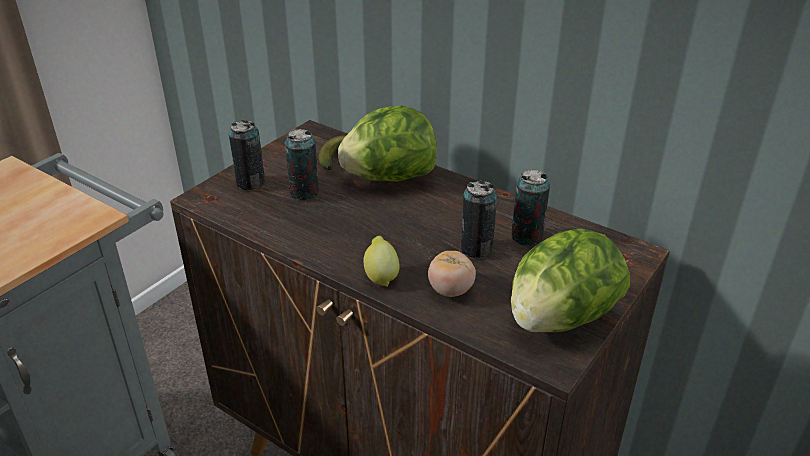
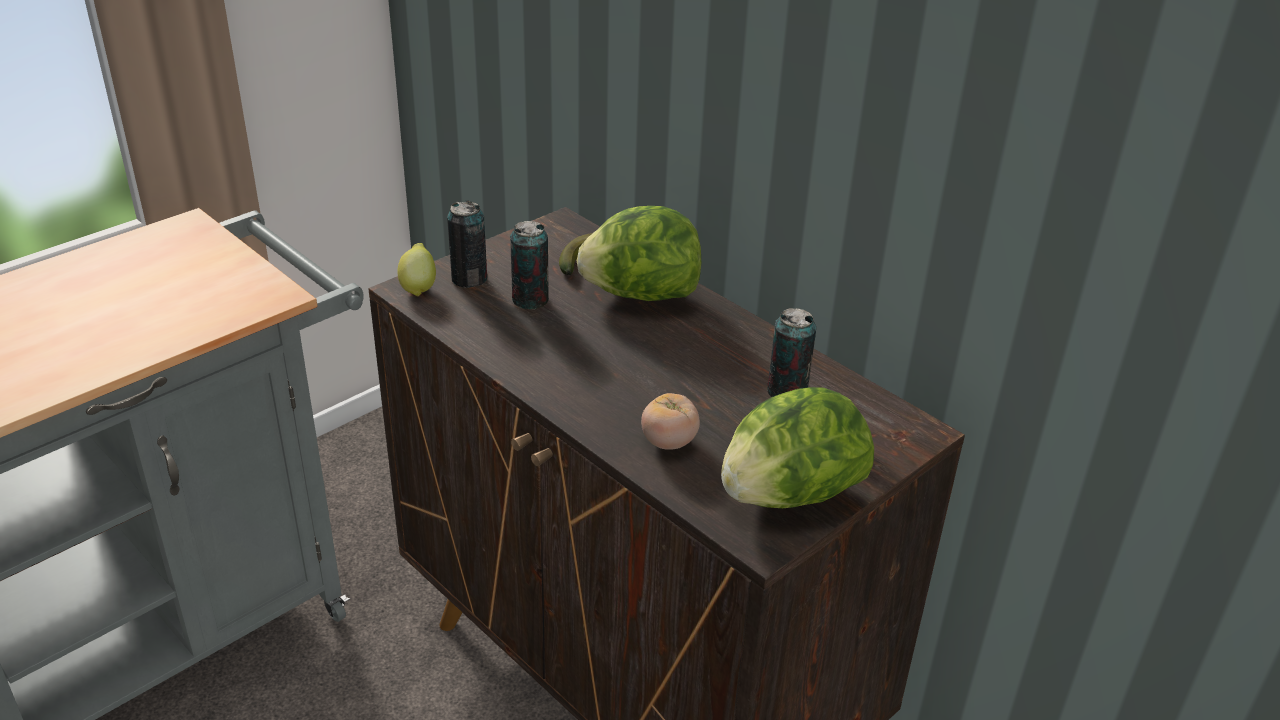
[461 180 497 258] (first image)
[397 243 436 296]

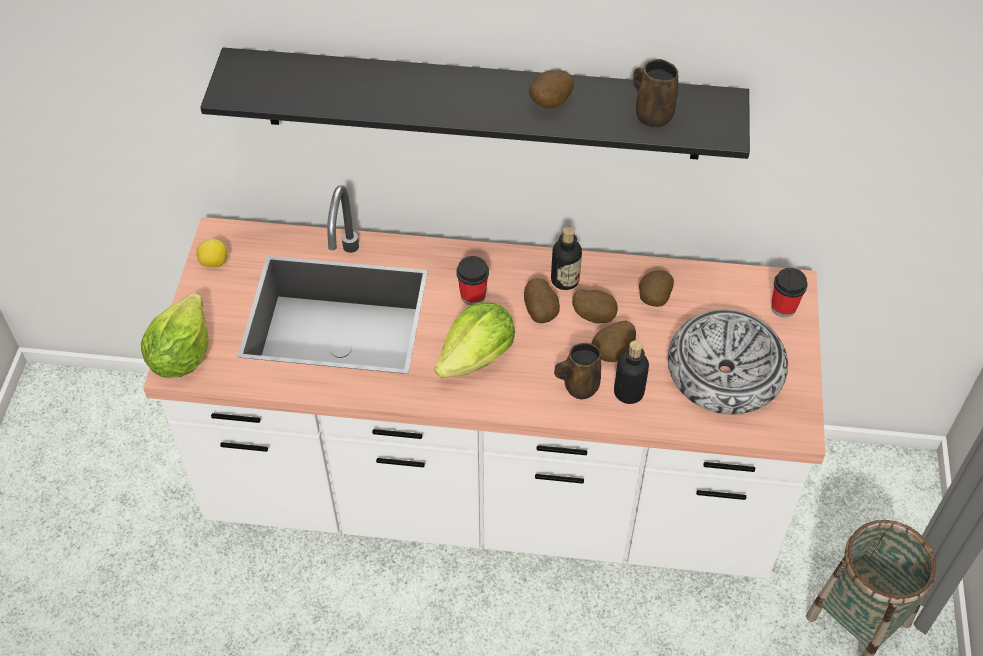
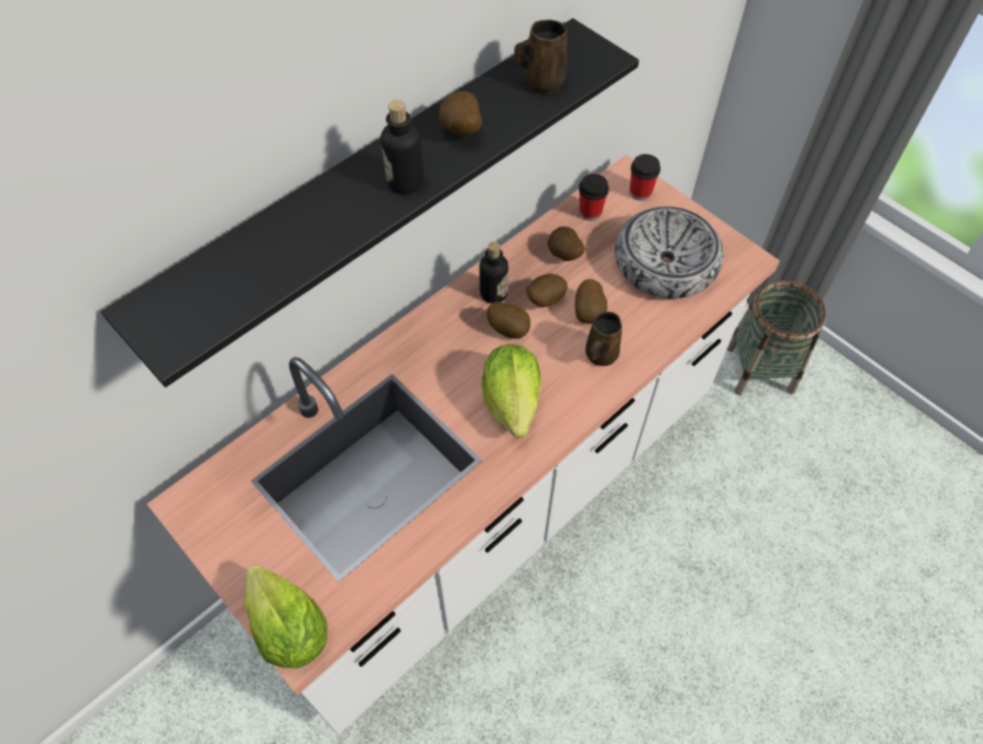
[196 239 227 268] (first image)
[579 174 609 221]
[381 100 424 194]

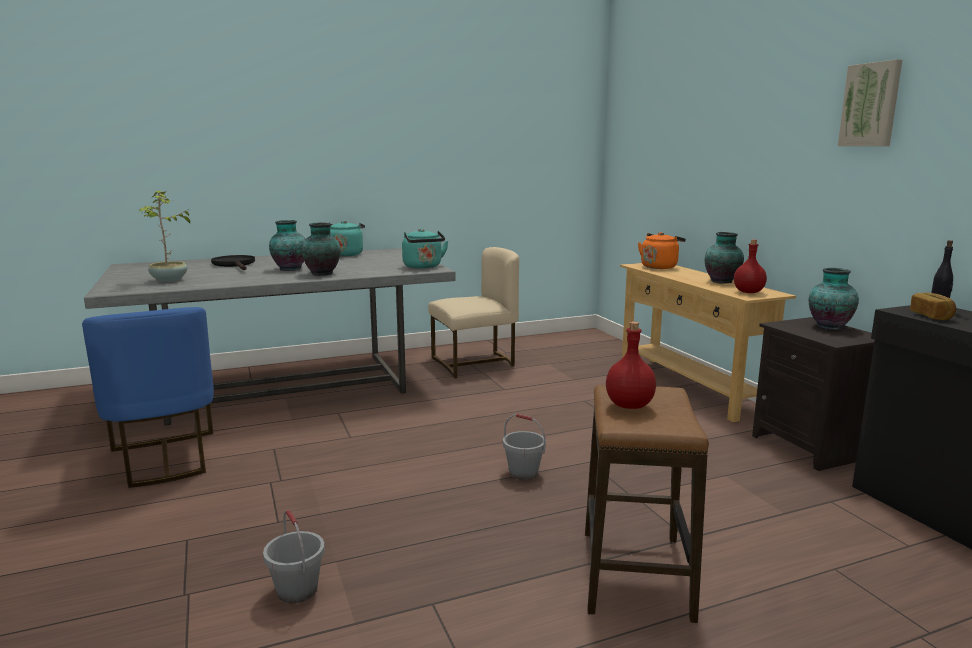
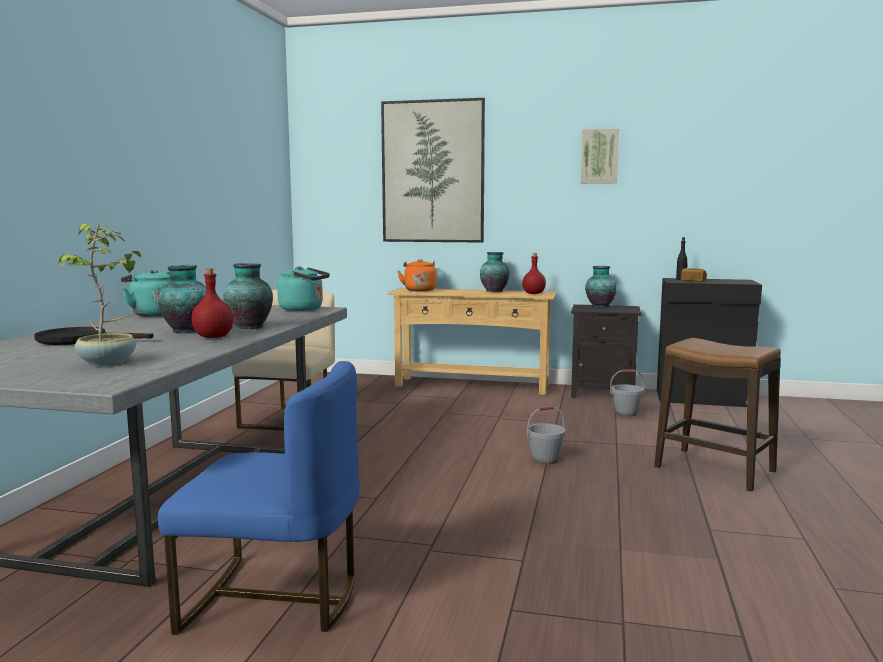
[191 268 234 338]
[610 370 645 417]
[381 98 485 243]

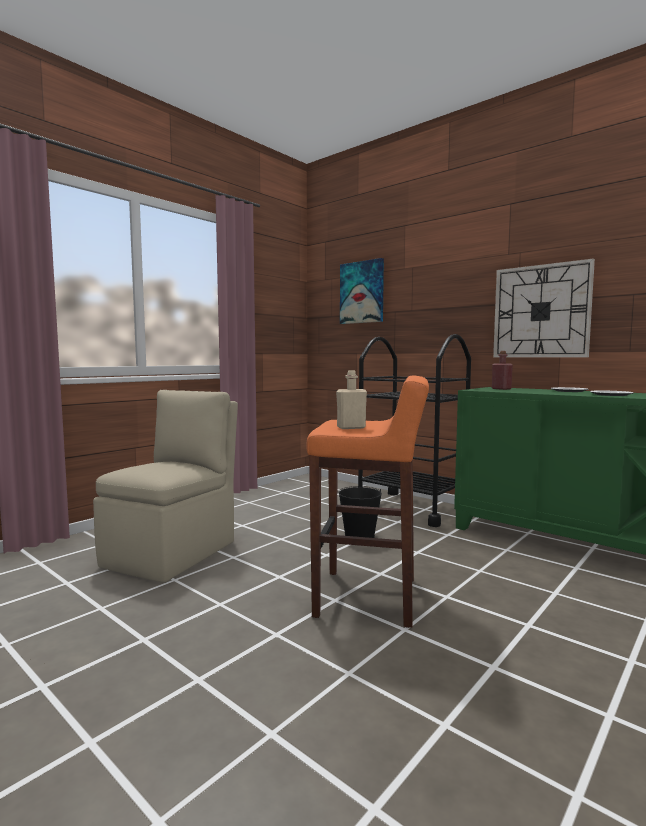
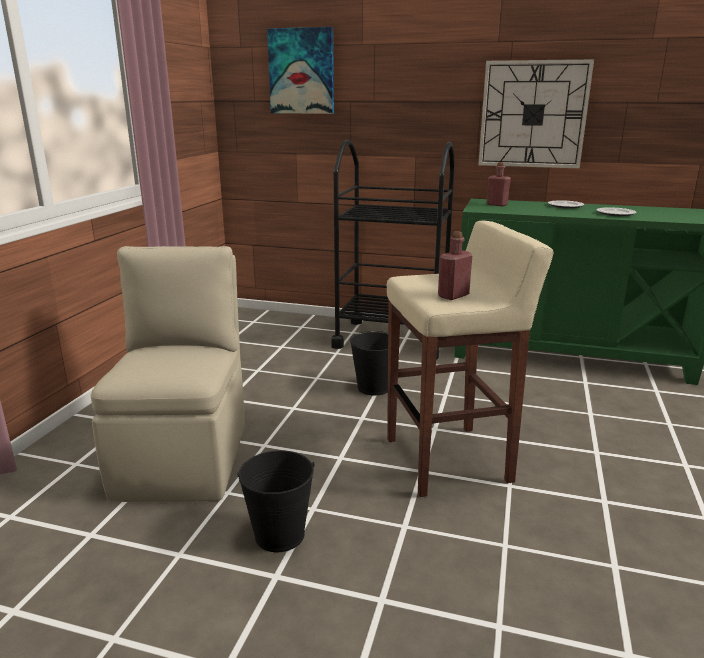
[438 231 472 300]
[387 221 553 497]
[237 450 315 552]

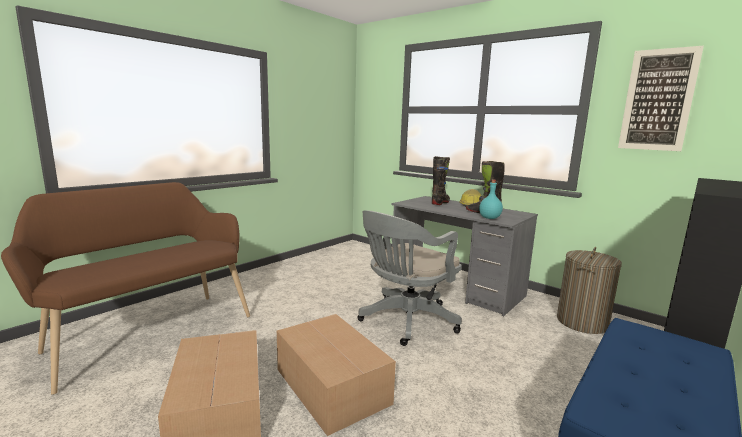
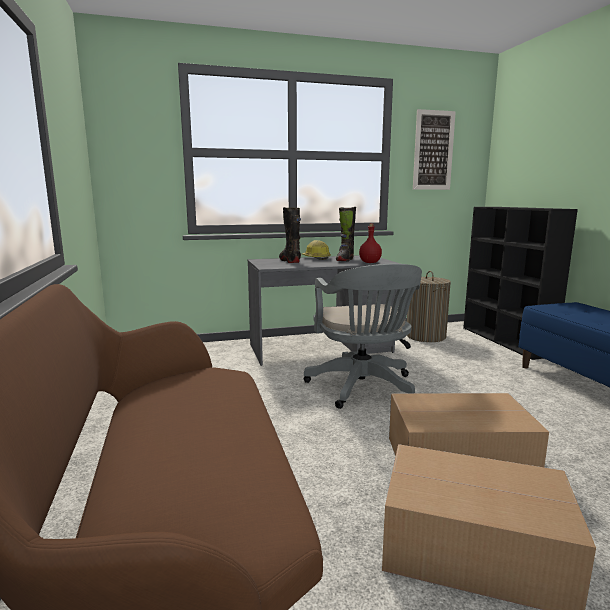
[359 223 382 263]

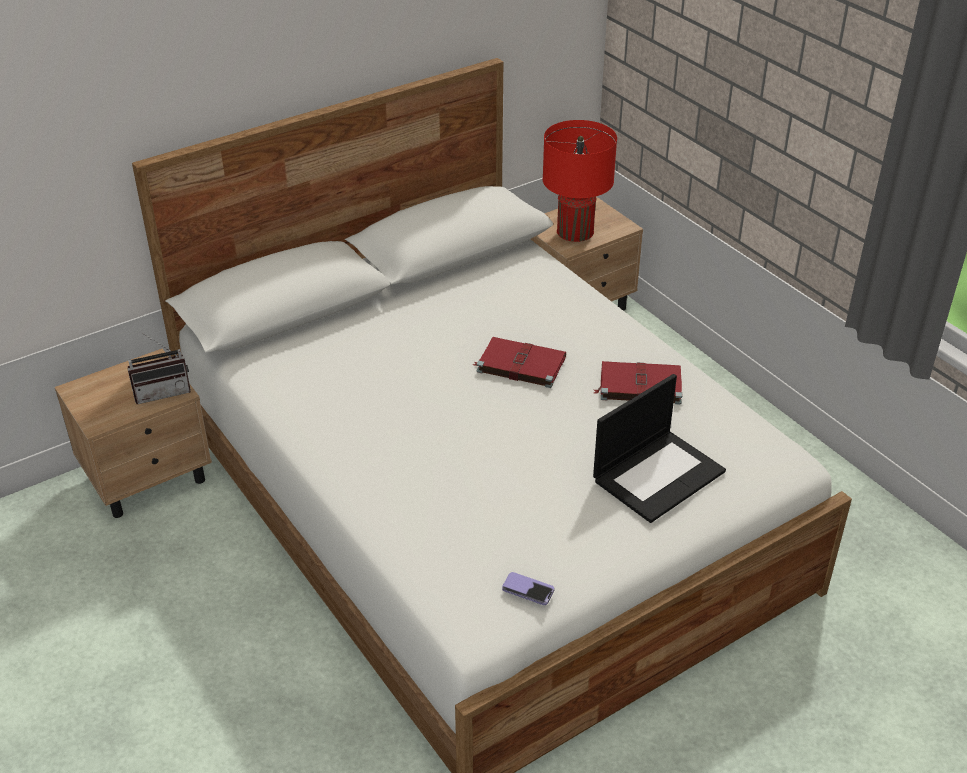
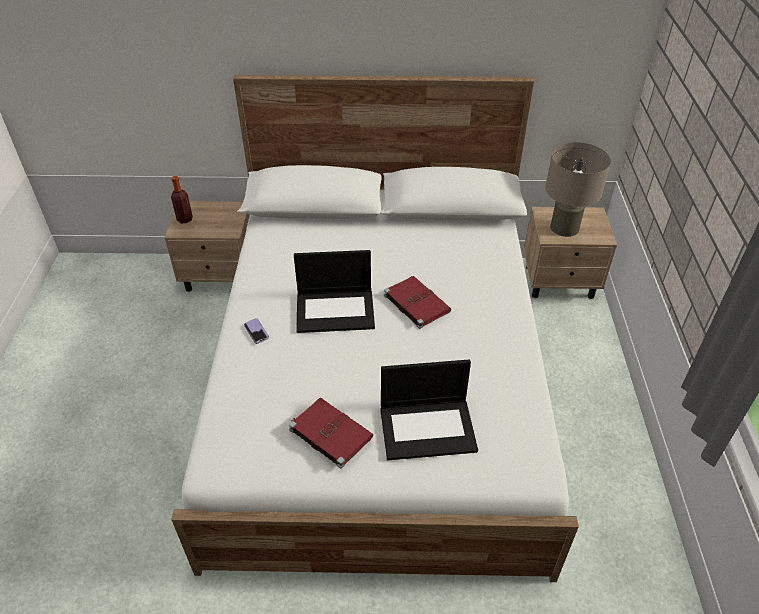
[545 142 611 237]
[127 335 191 404] (first image)
[289 397 373 469]
[244 318 269 344]
[171 176 193 223]
[294 250 375 333]

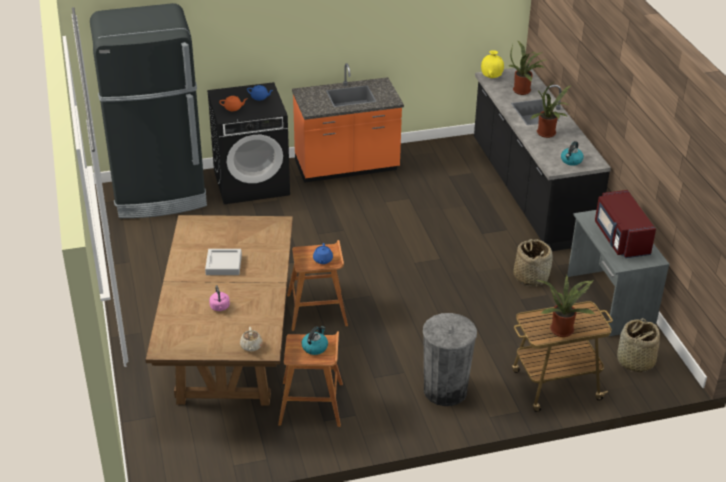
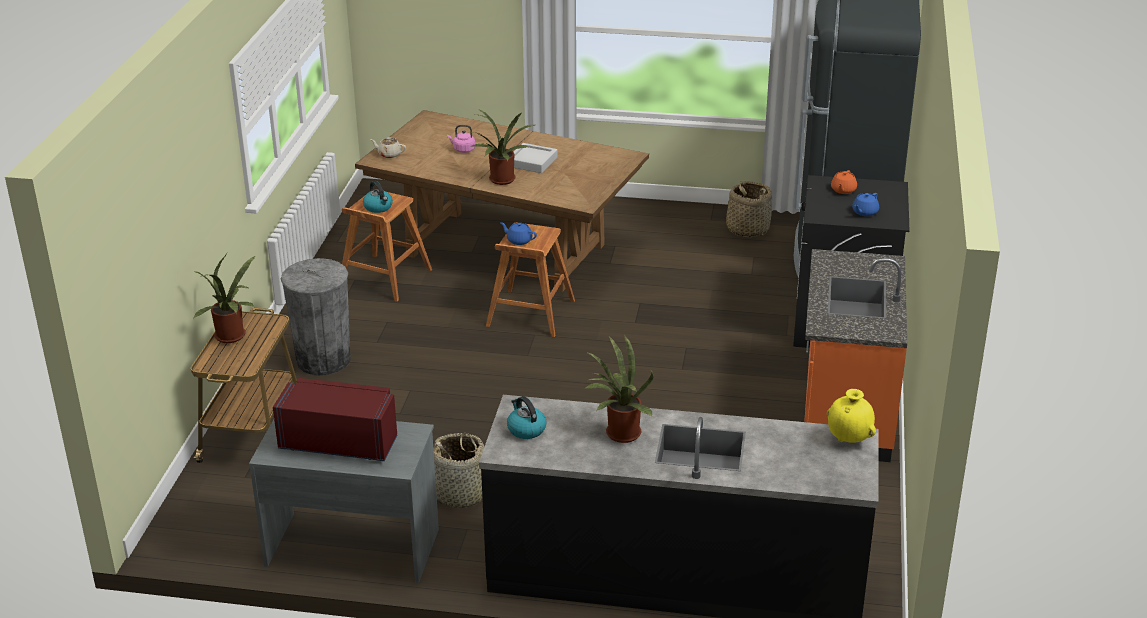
[471 110 535 185]
[726 181 772 237]

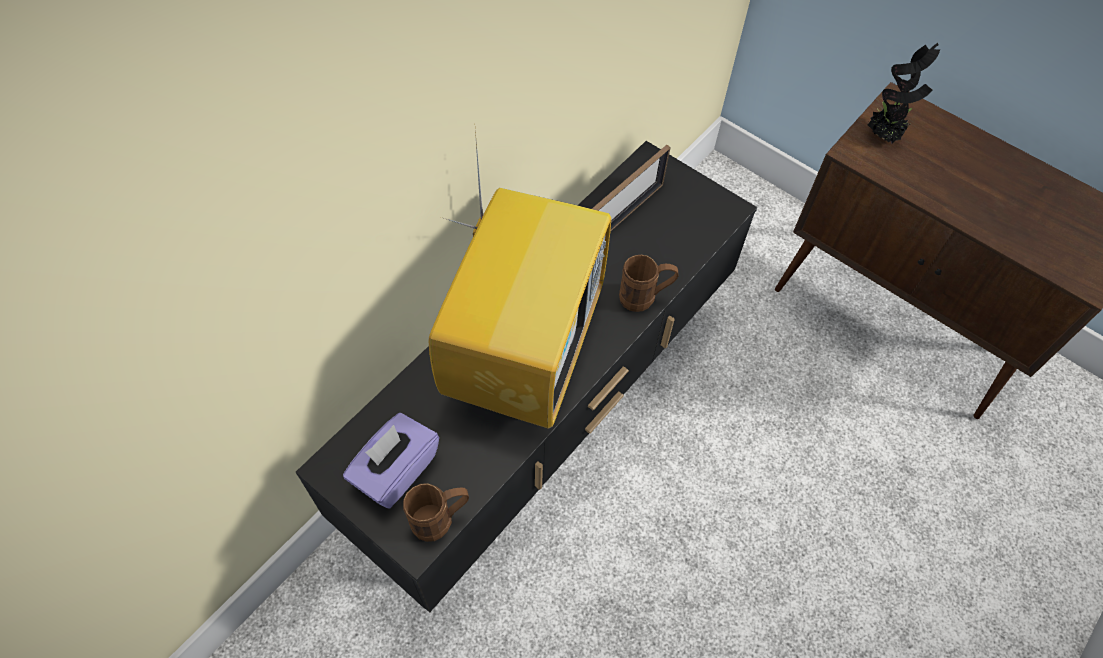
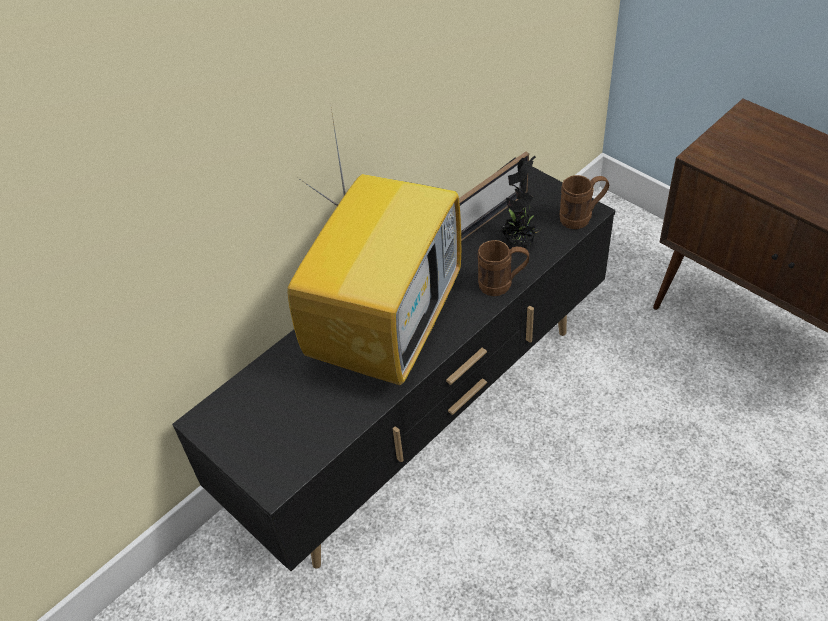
[501 156 540 248]
[343 413 439 508] (first image)
[560 175 609 229]

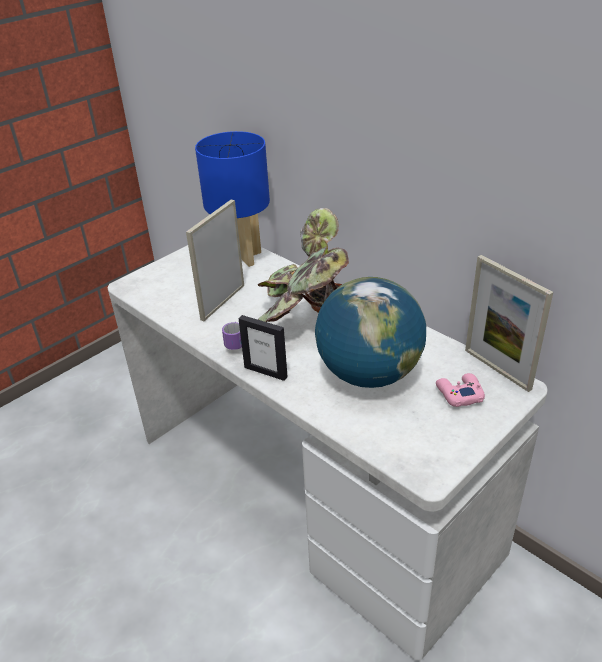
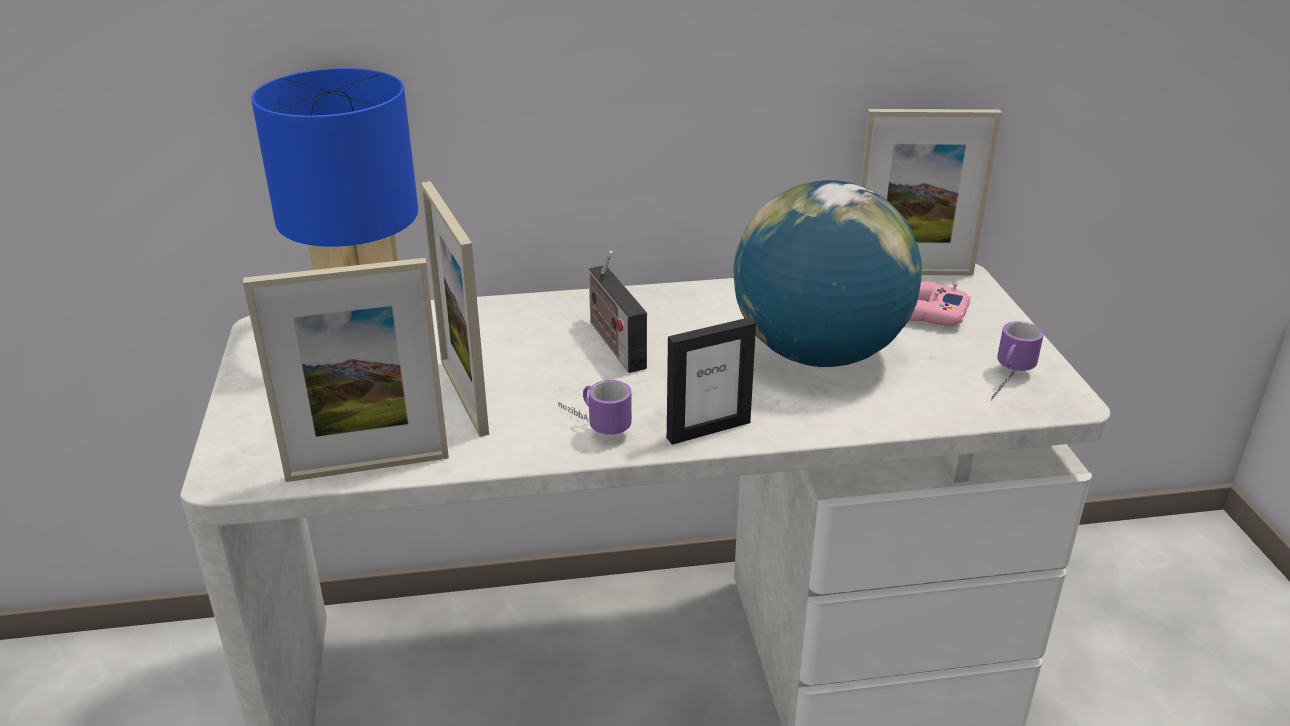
[589 251 647 373]
[243 258 449 482]
[991 321 1044 401]

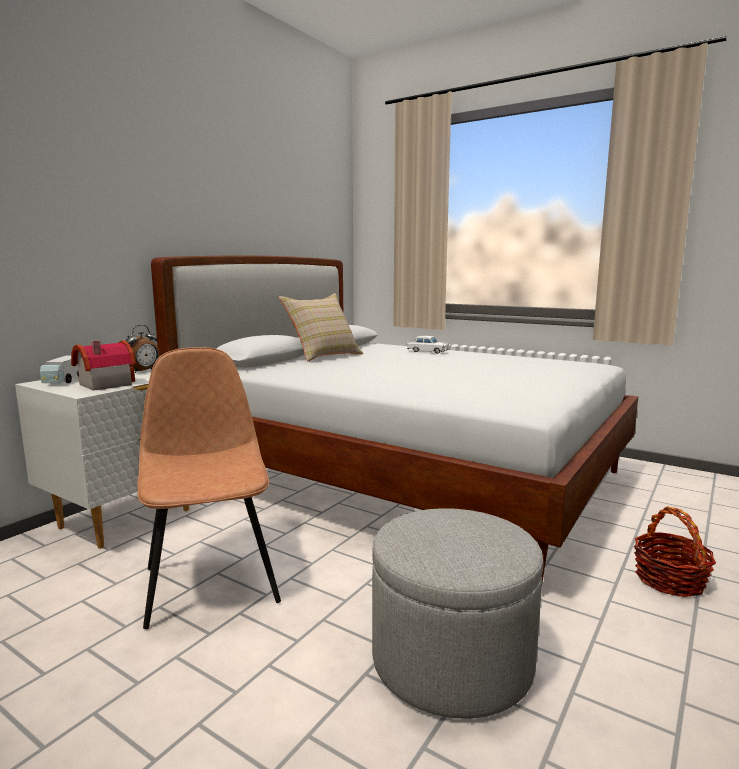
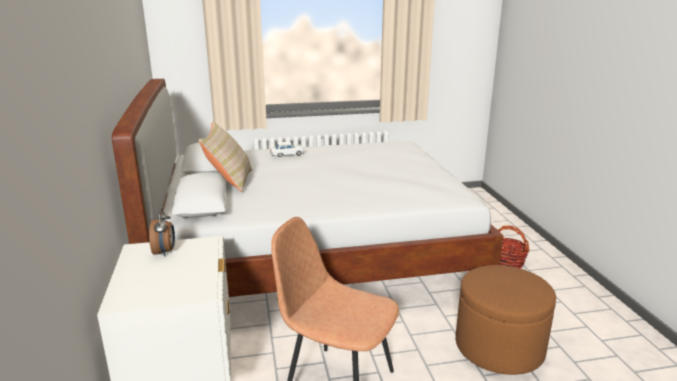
[71 340 136 391] (first image)
[40 355 79 383] (first image)
[456 265 556 375]

